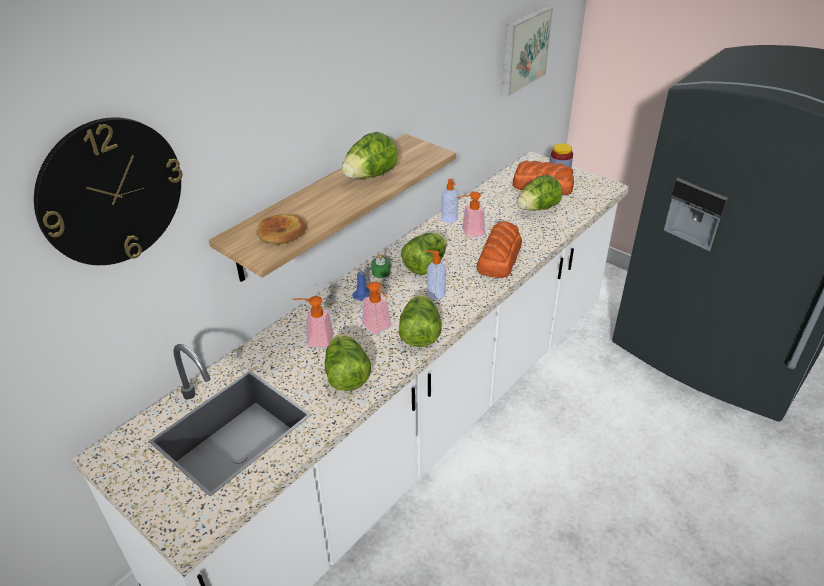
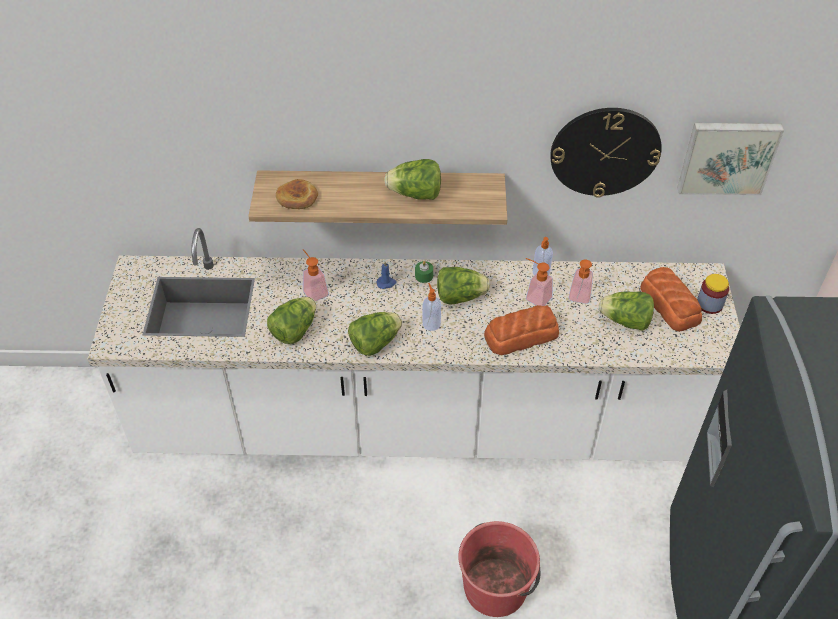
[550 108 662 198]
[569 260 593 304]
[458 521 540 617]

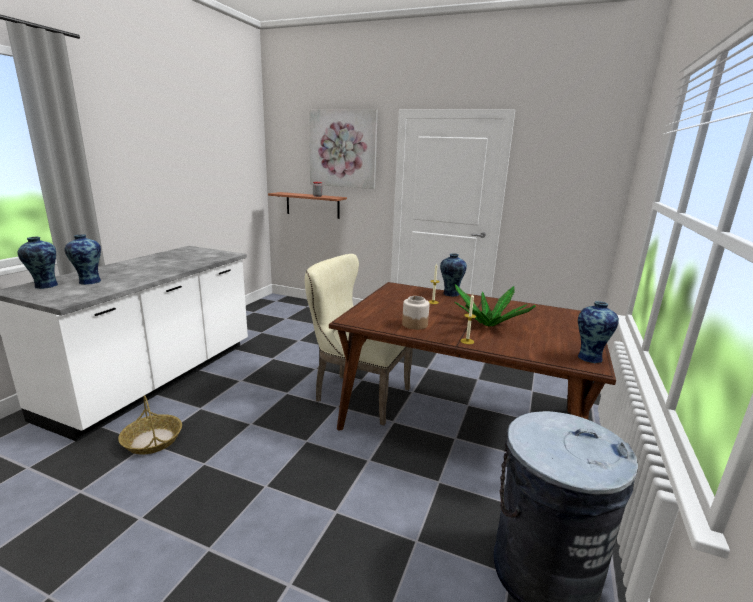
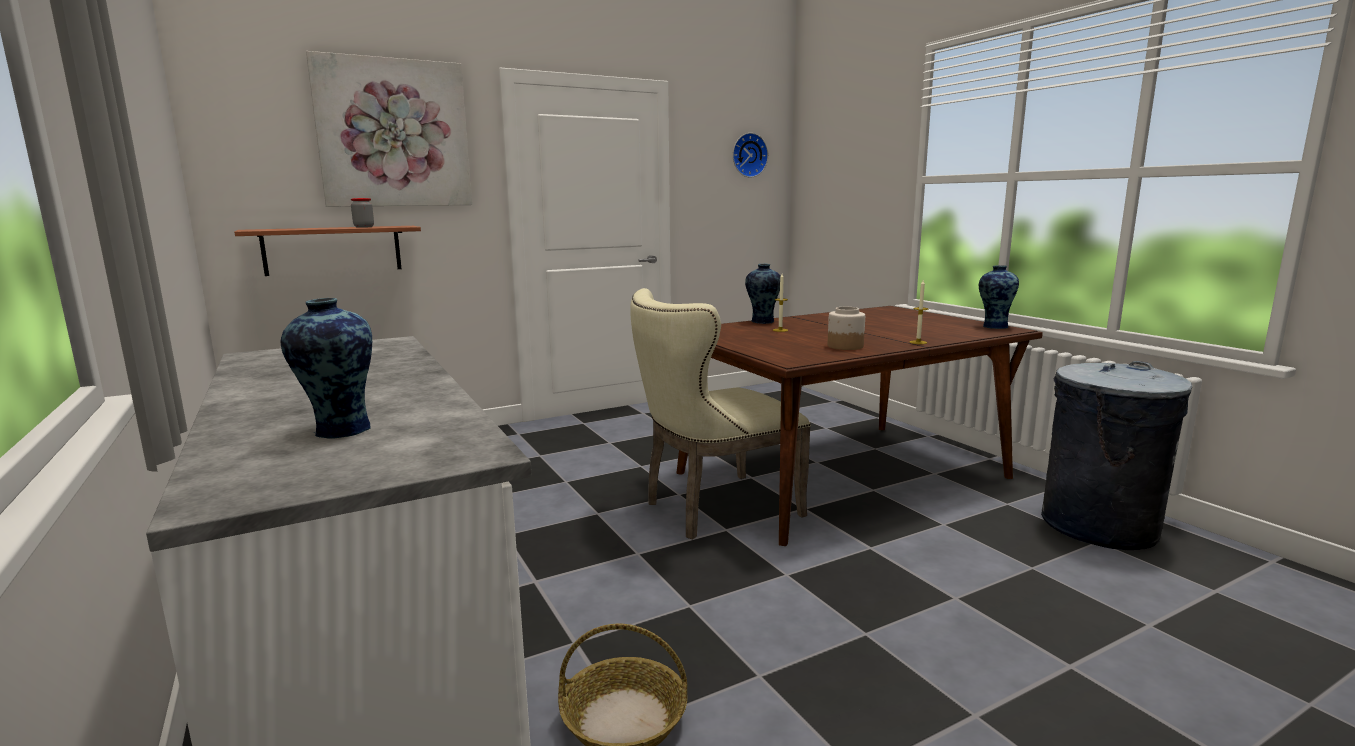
[18 237 58 289] (first image)
[454 284 536 326] (first image)
[733 133 768 178]

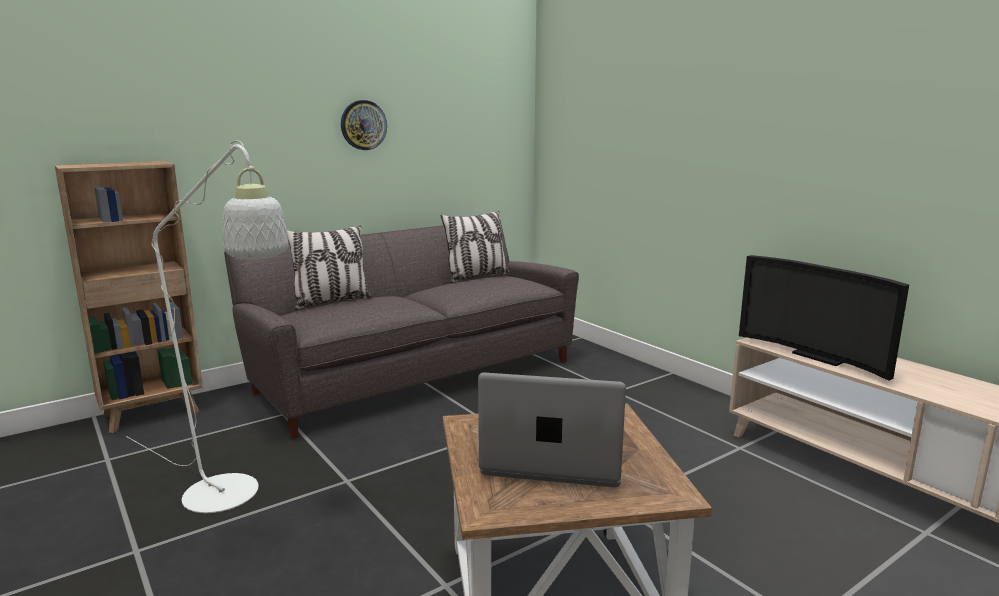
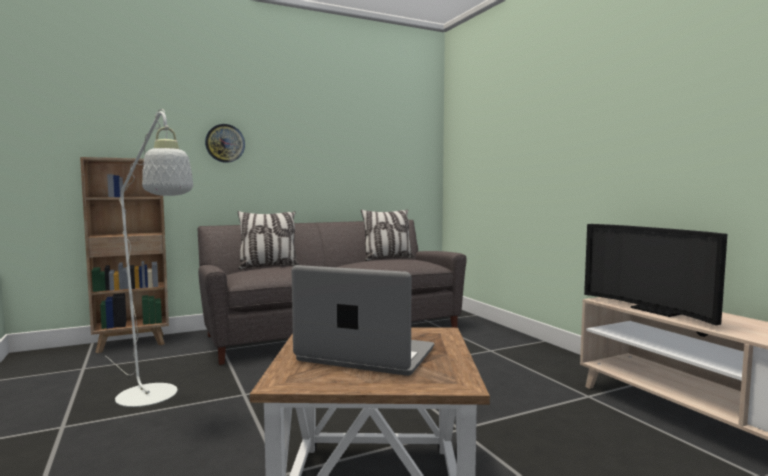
[205 124 245 163]

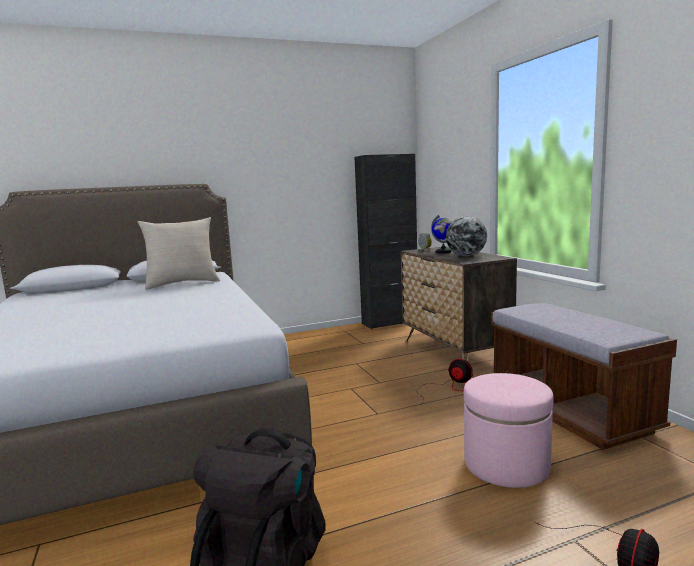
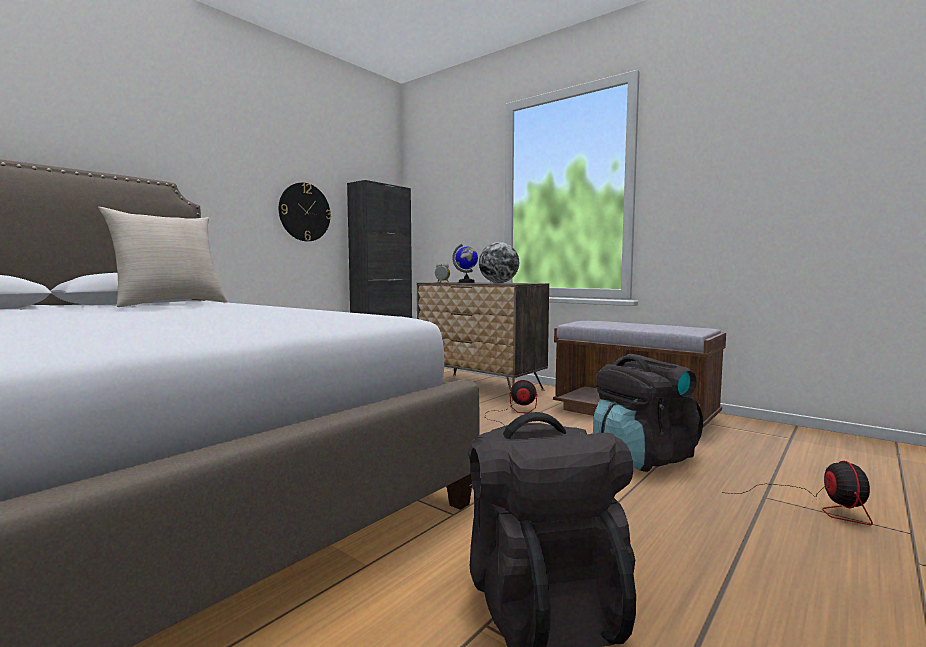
[593 354 703 472]
[279 183 331 241]

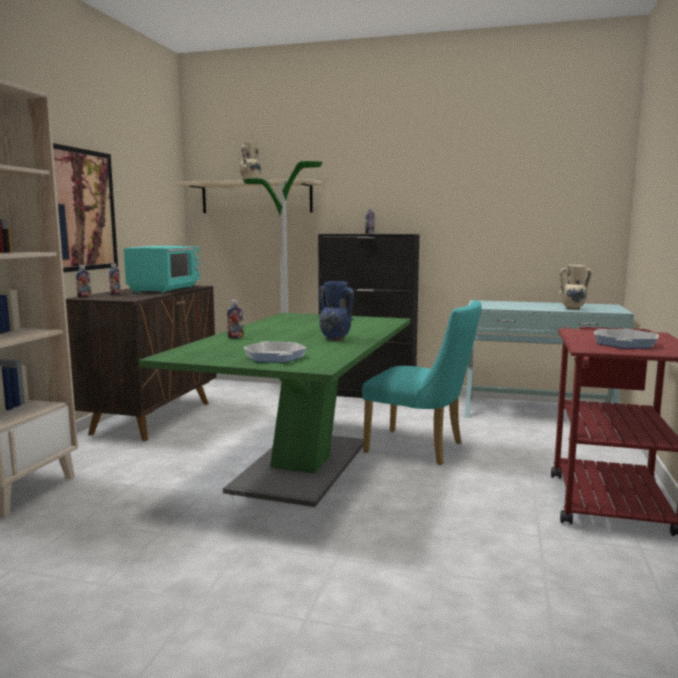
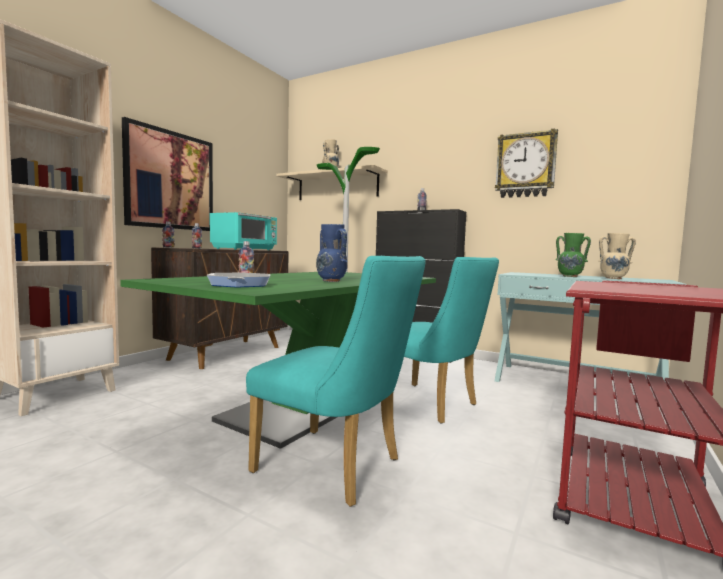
[594 329 659 349] (first image)
[495 128 558 198]
[556 233 591 277]
[246 256 425 507]

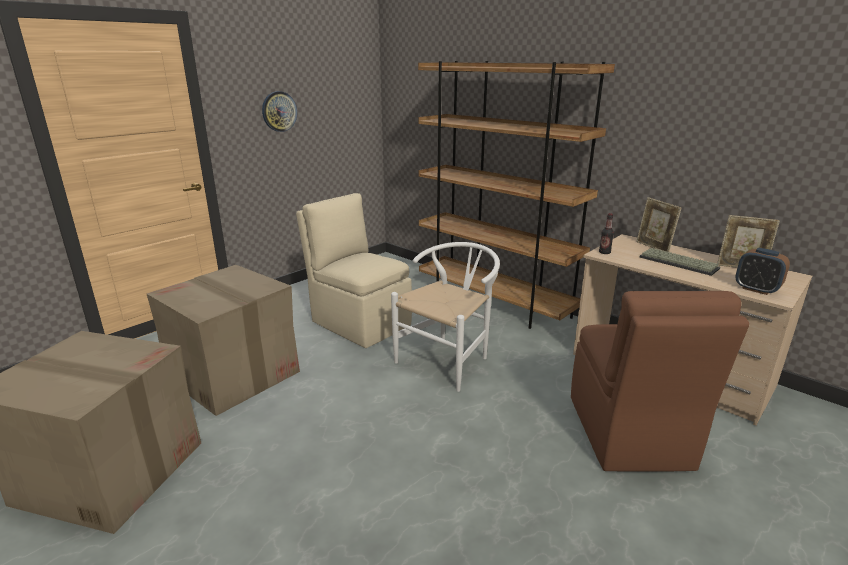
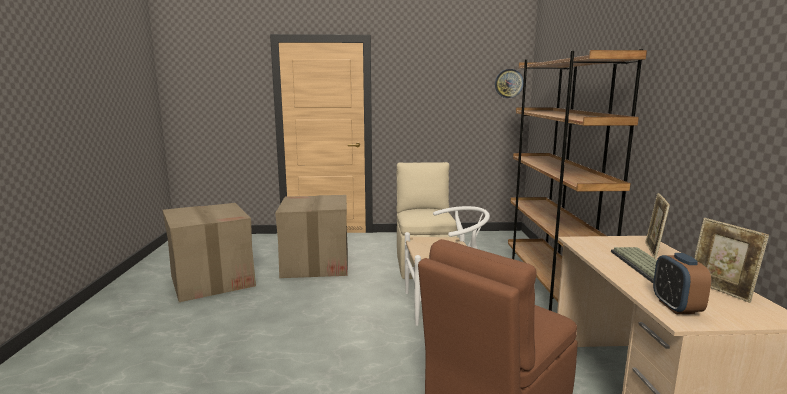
[495 69 523 98]
[599 213 614 254] (first image)

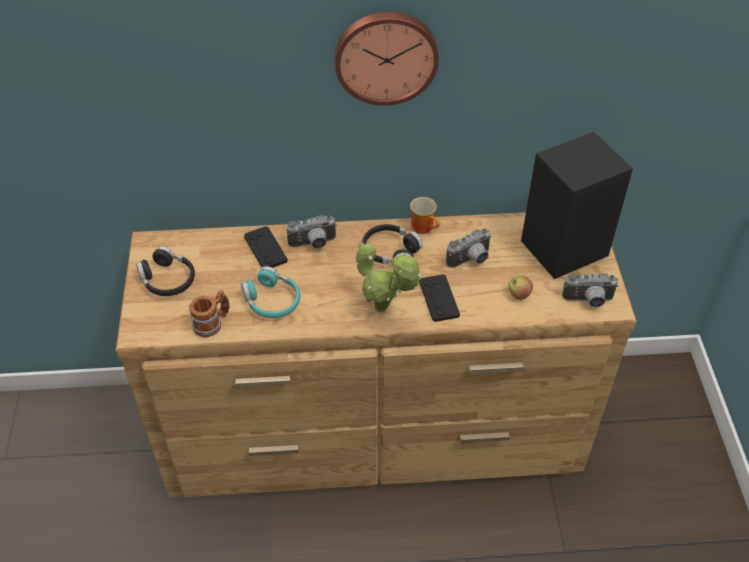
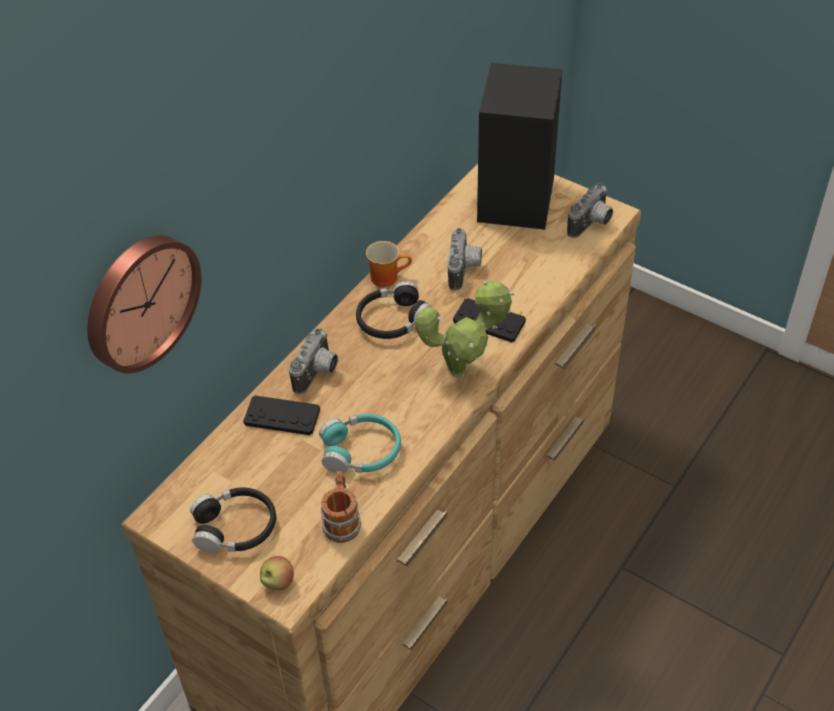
[87 235 201 373]
[260 556 294 590]

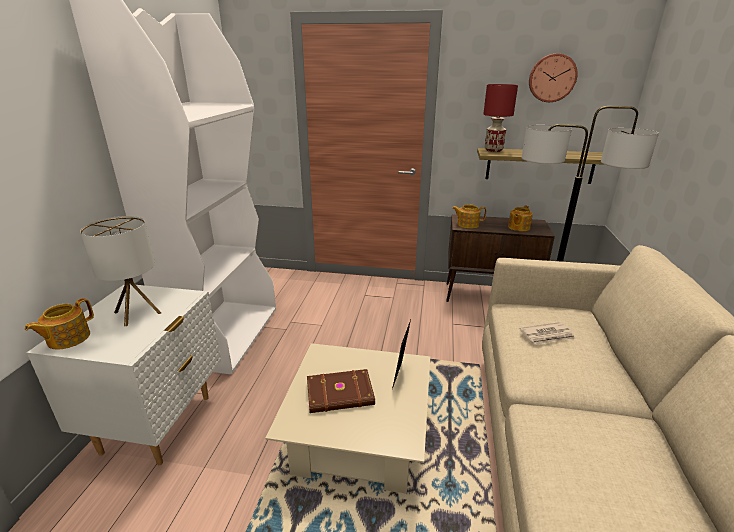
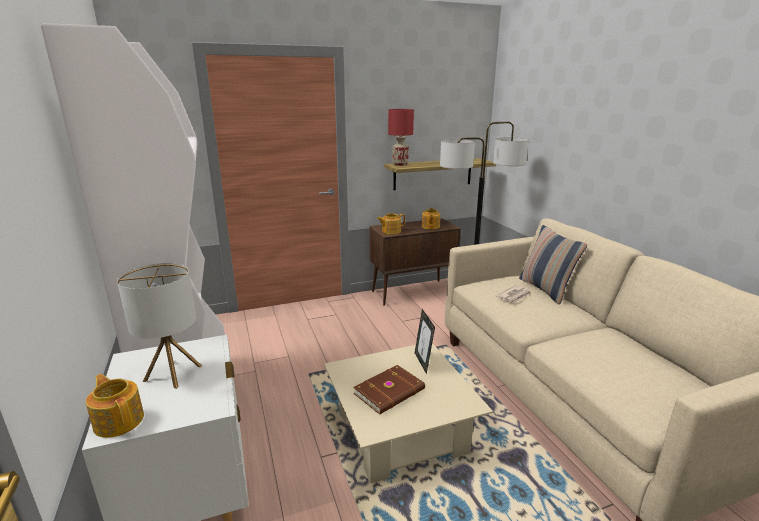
[529 53 578 102] (first image)
[86 374 144 438]
[519 225 587 304]

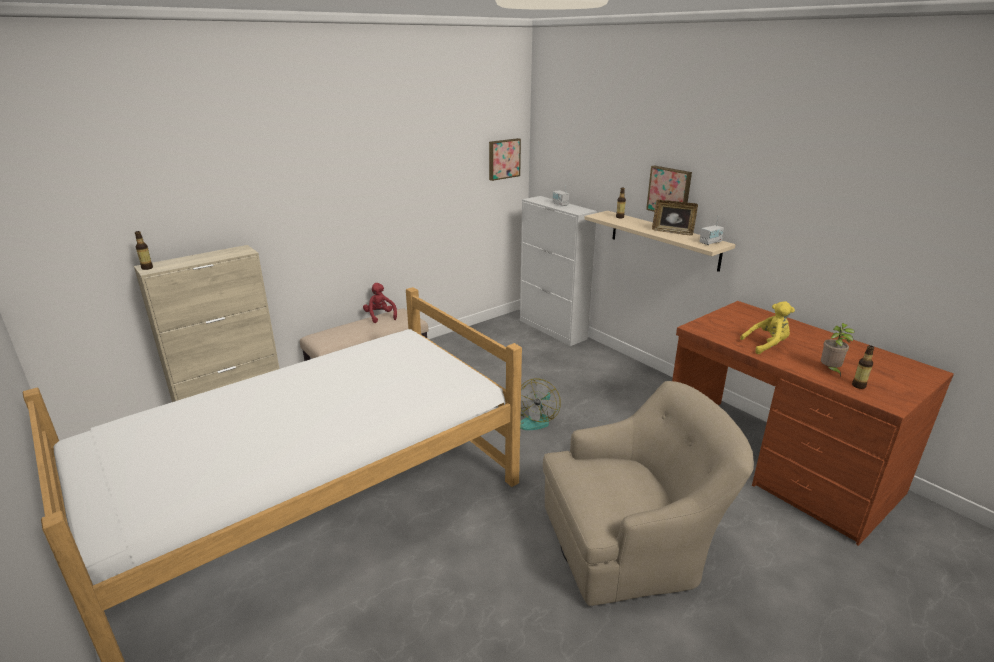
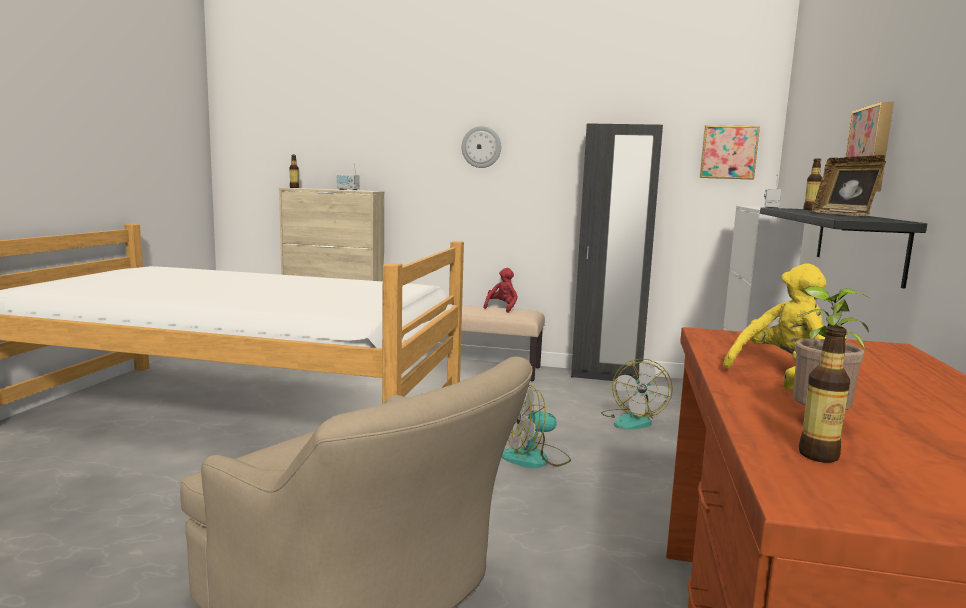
[760 207 927 289]
[336 163 360 190]
[723 263 826 390]
[571 123 663 381]
[462 126 501 168]
[601 359 673 429]

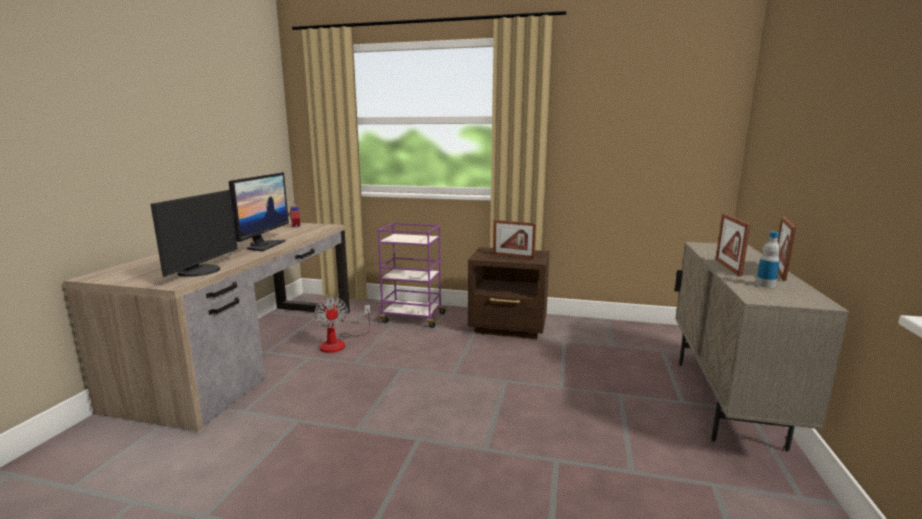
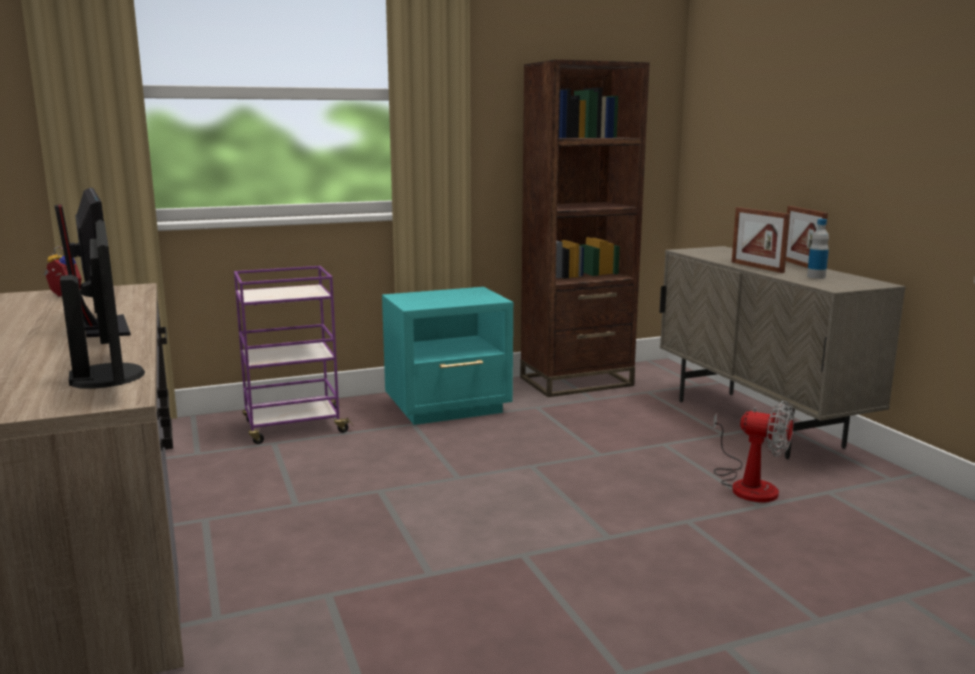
[493 220 536 259] (first image)
[382 287 513 425]
[713 400 794 502]
[520 60 650 397]

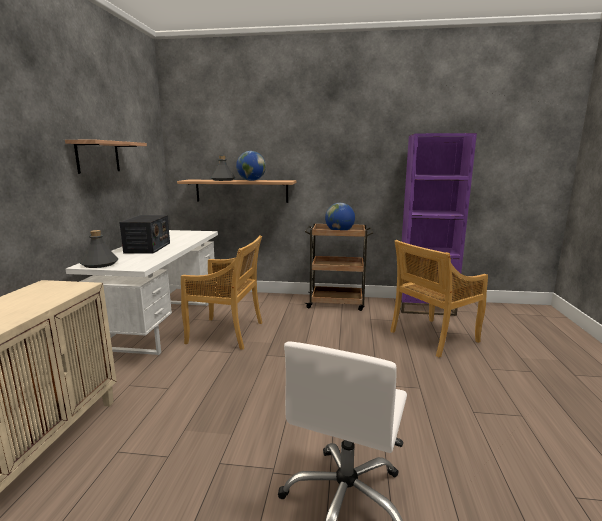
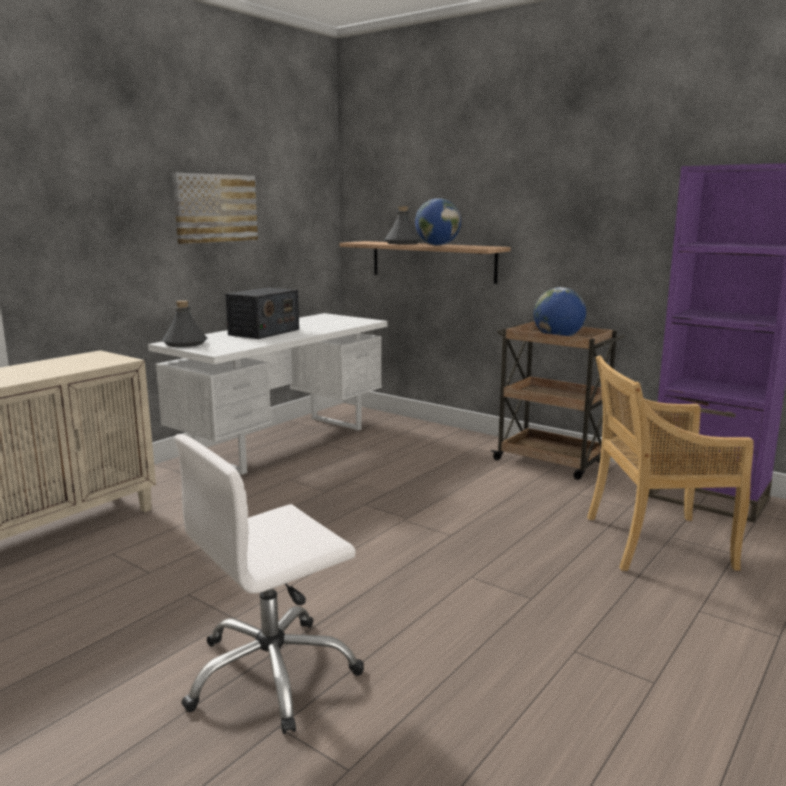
[172 173 258 244]
[181 235 263 350] (first image)

